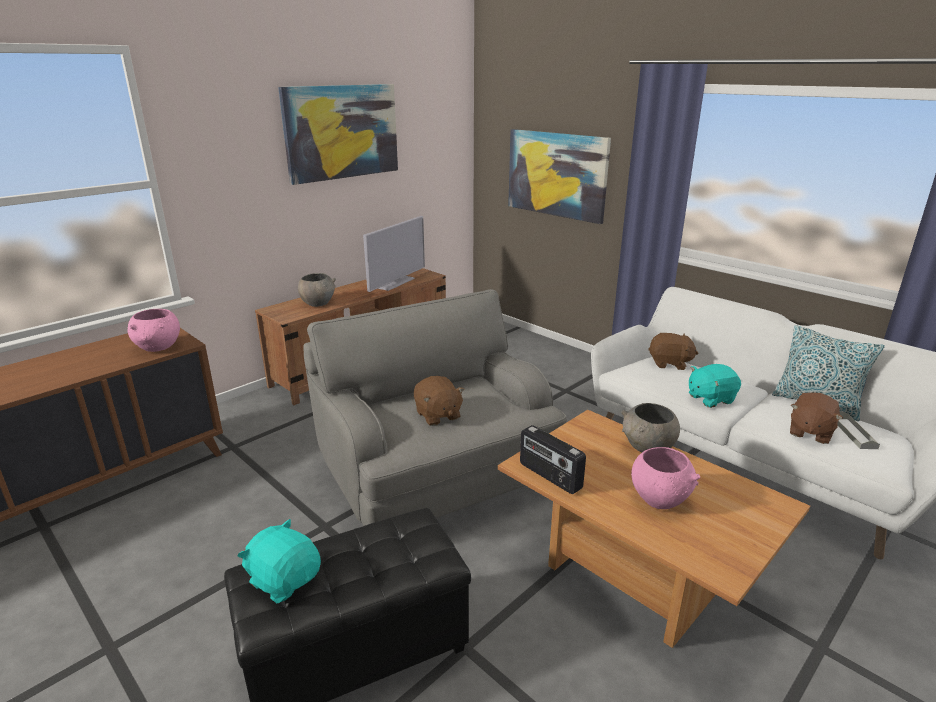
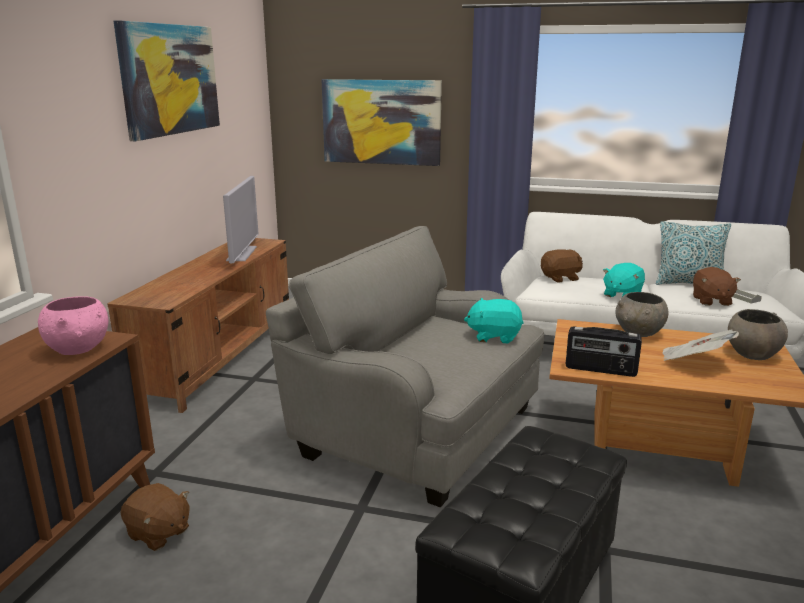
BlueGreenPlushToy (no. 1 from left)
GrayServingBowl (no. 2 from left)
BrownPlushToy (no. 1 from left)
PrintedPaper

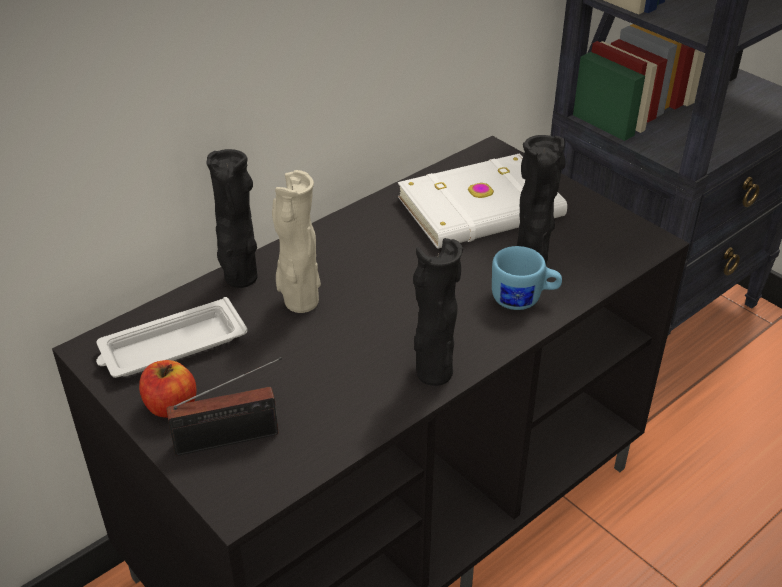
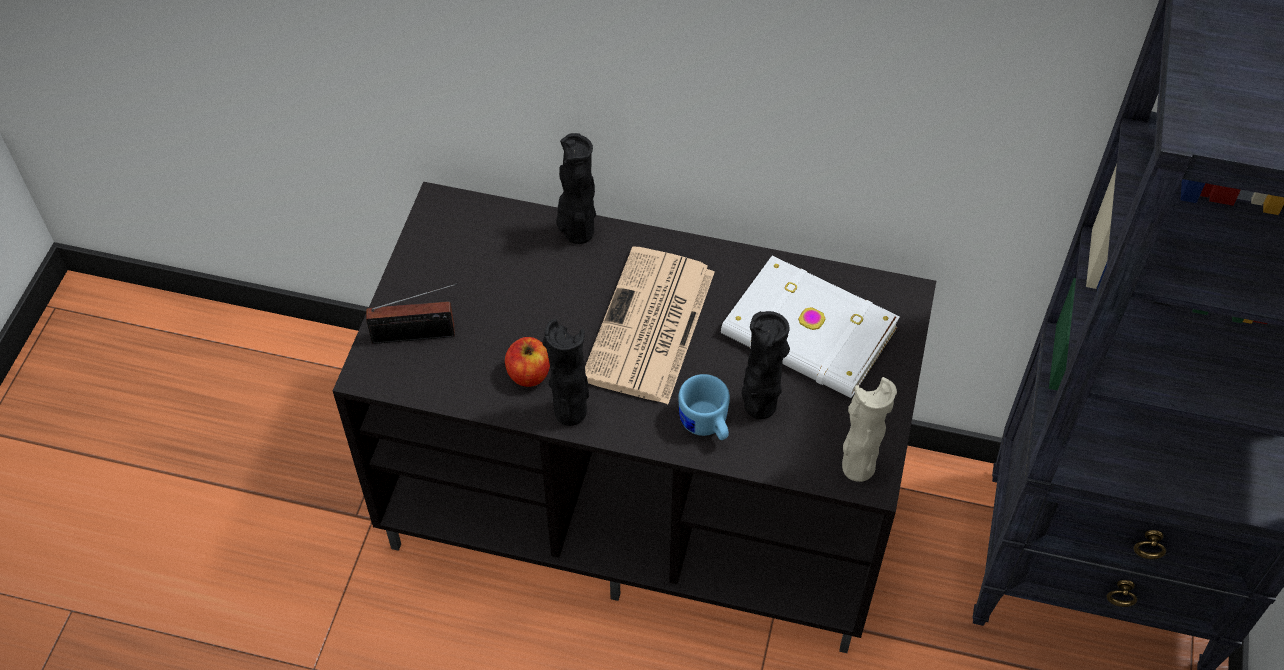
WhiteColouredCarryingTray
WholeApple
RadioReceiver
BeigeColouredVase
PrintedPaper

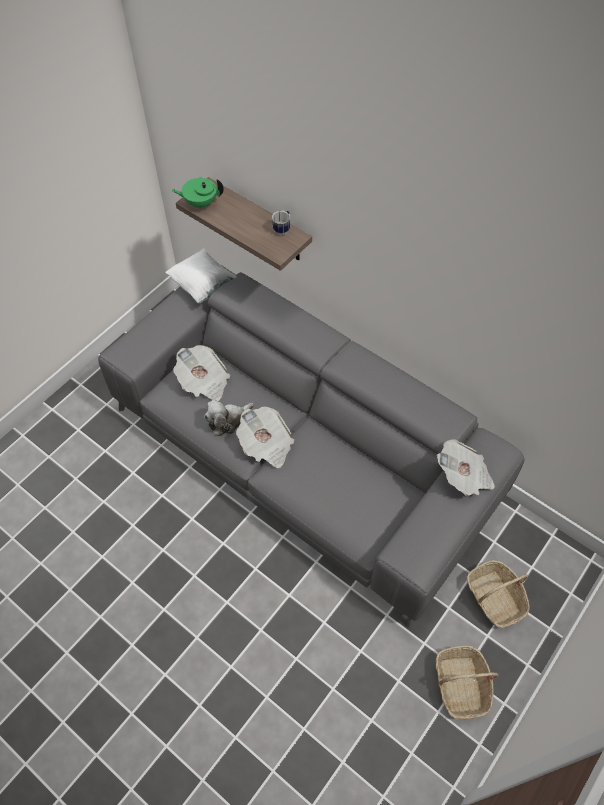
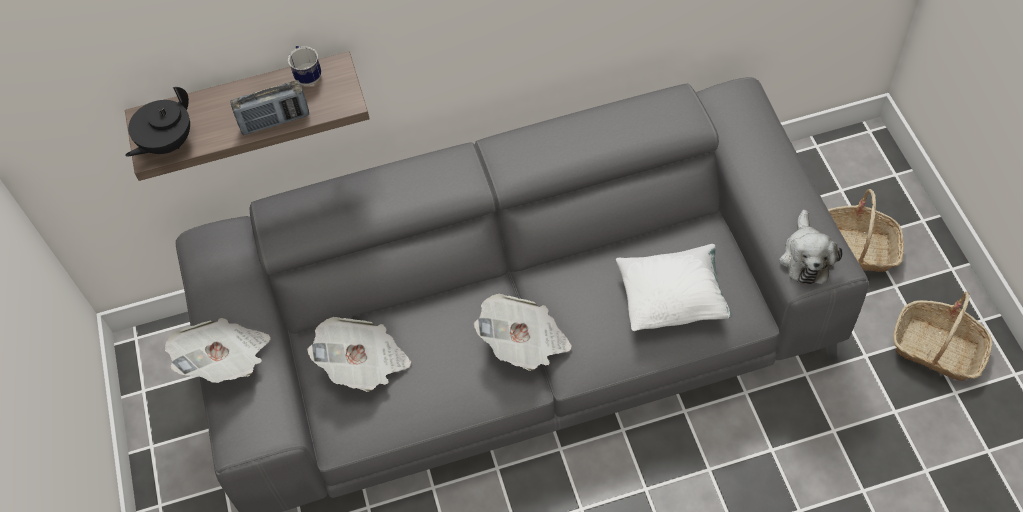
WhiteColouredCushion
BlackColouredTeaPot
PlushToy
PrintedPaper (no. 1 from left)
RadioReceiver

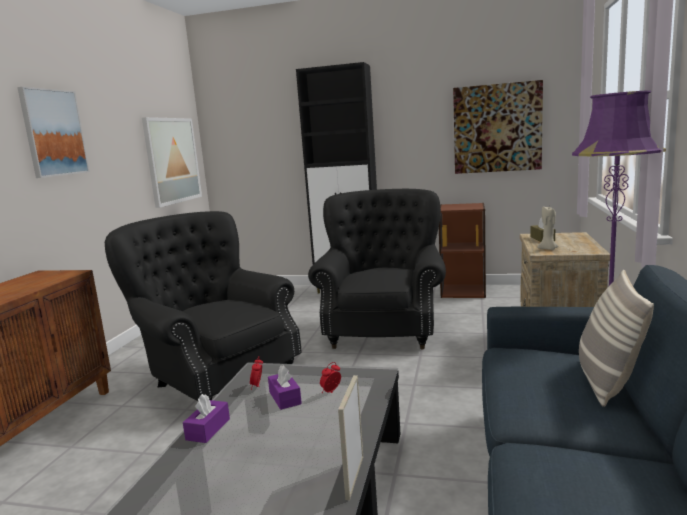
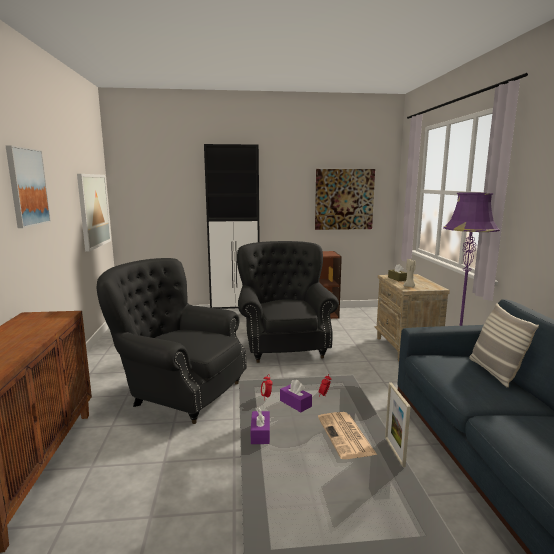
PrintedPaper

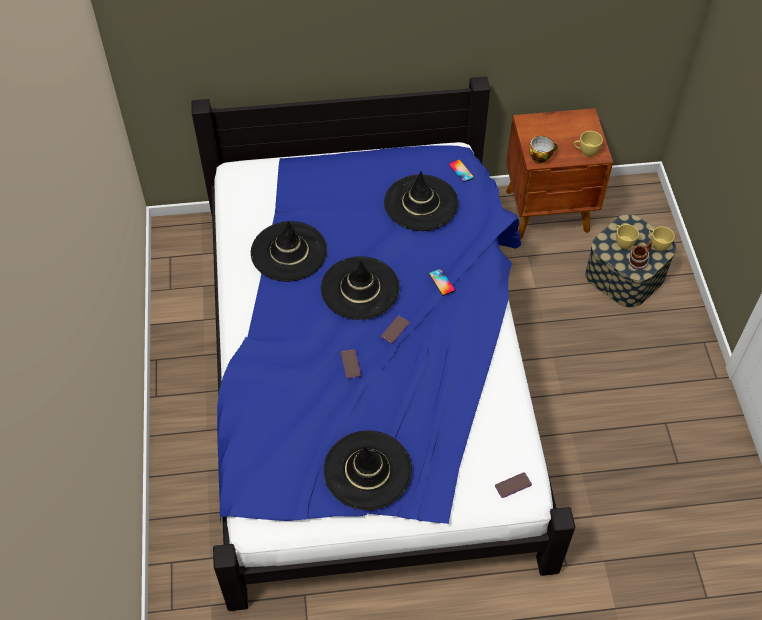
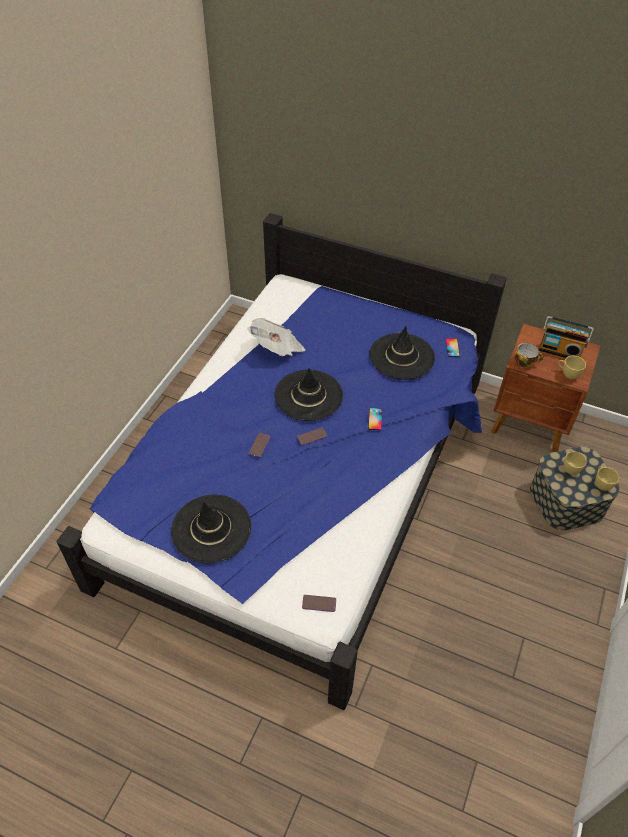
PrintedPaper
TeaMug
RadioReceiver

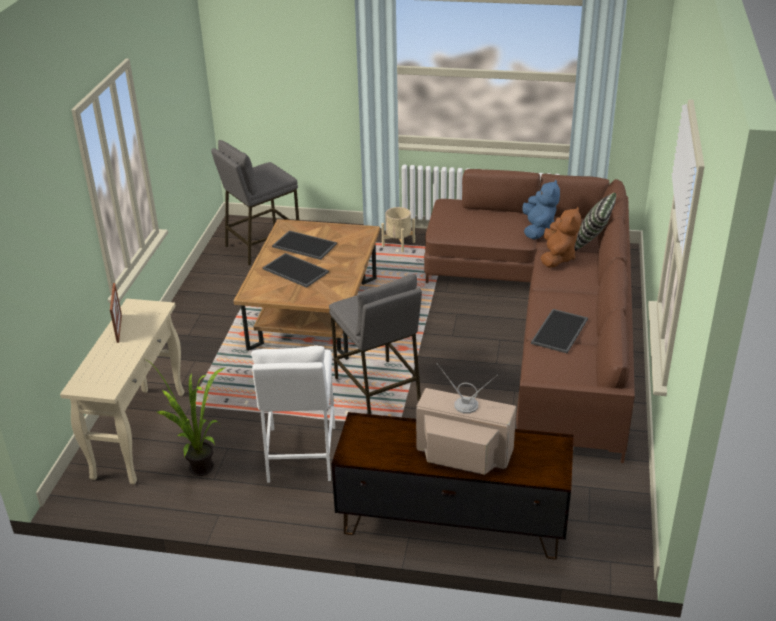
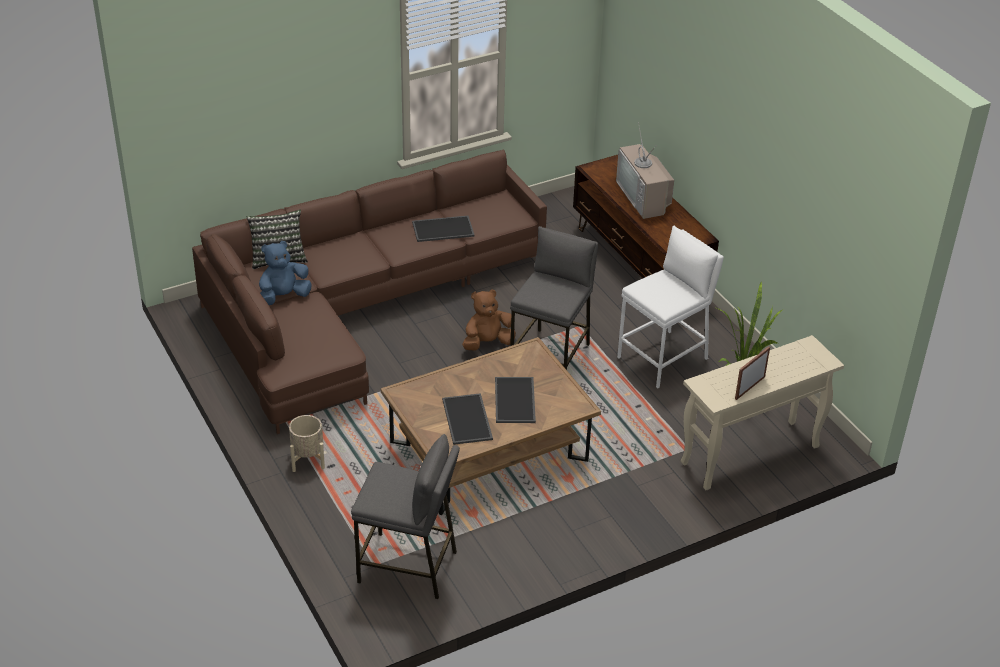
BrownPlushToy

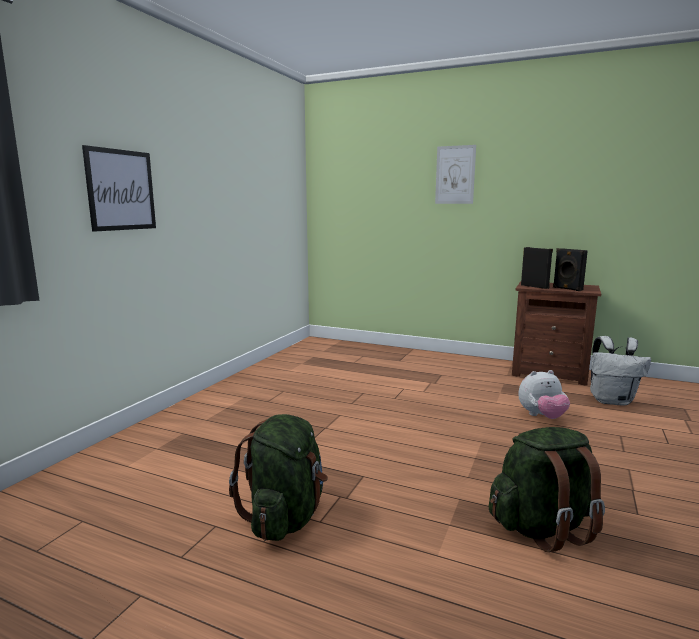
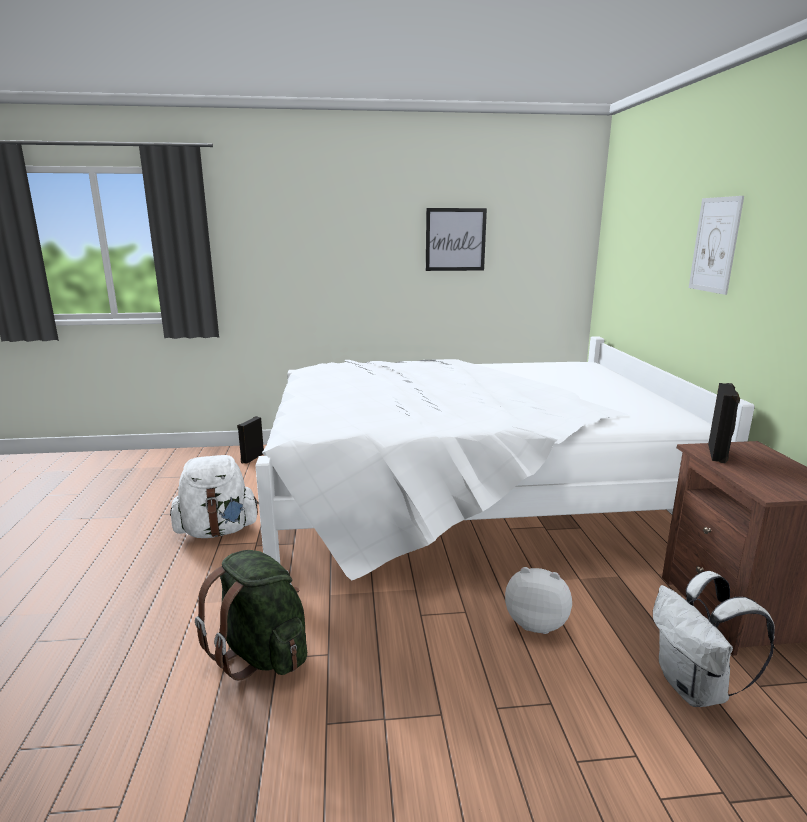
WallArt (no. 1 from left)
WhiteColouredBackpack (no. 1 from left)
PlushToy
BlackColouredAudioSpeaker (no. 1 from left)
WhiteColouredBed

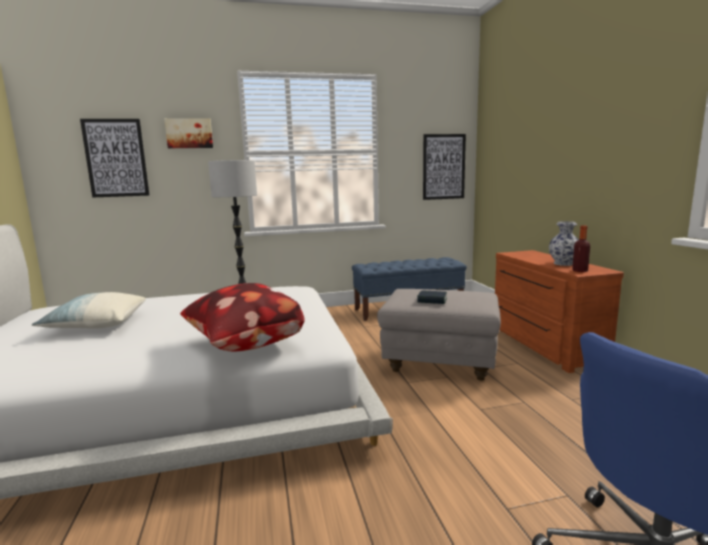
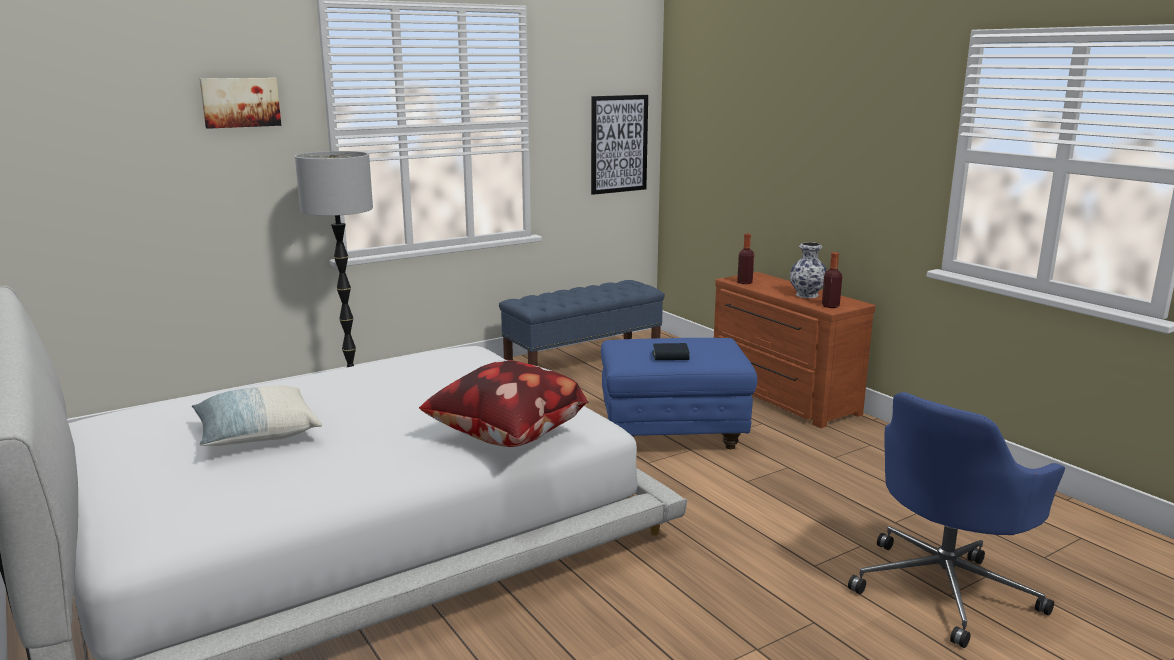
WallArt (no. 1 from left in the first image)
BluePouffe
BeverageBottle (no. 1 from left)

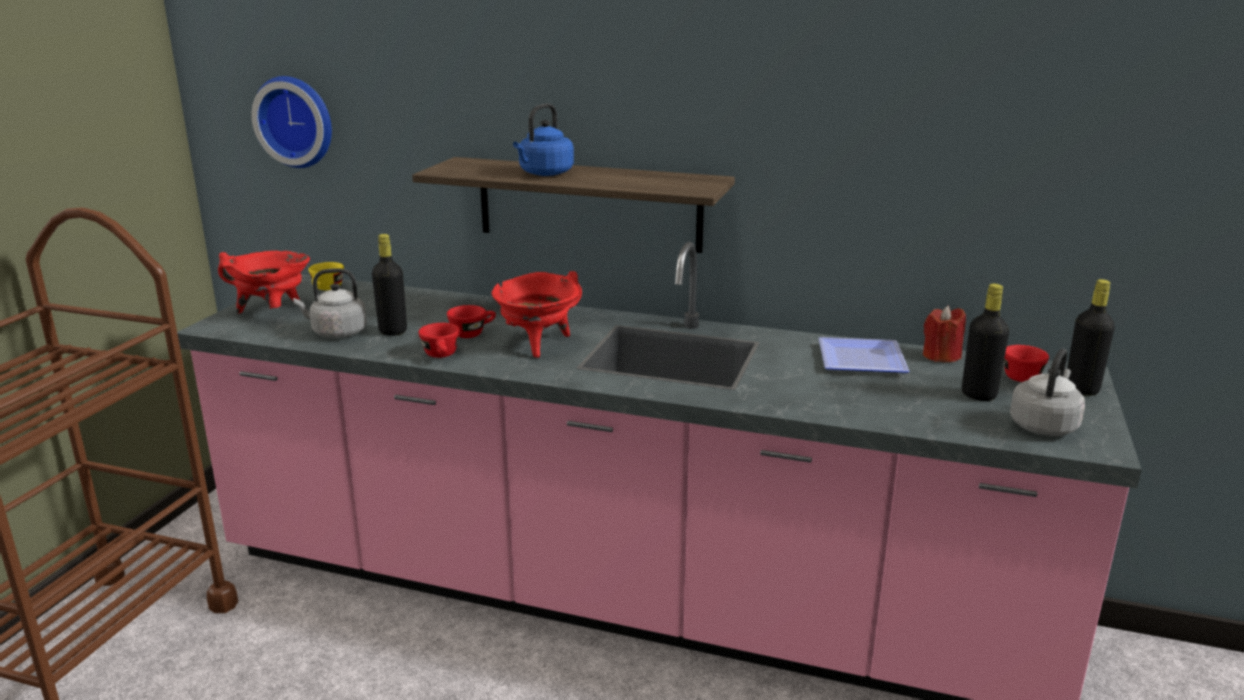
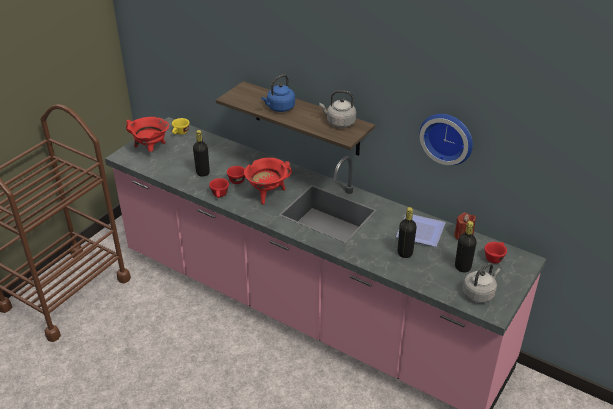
HangingClock
GrayTeaKettle (no. 1 from left)
BlackColouredBeverageBottle (no. 2 from left)

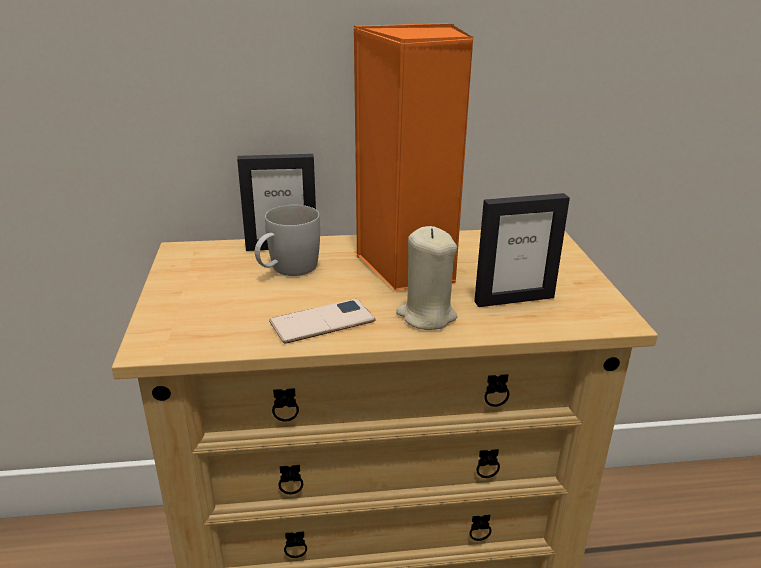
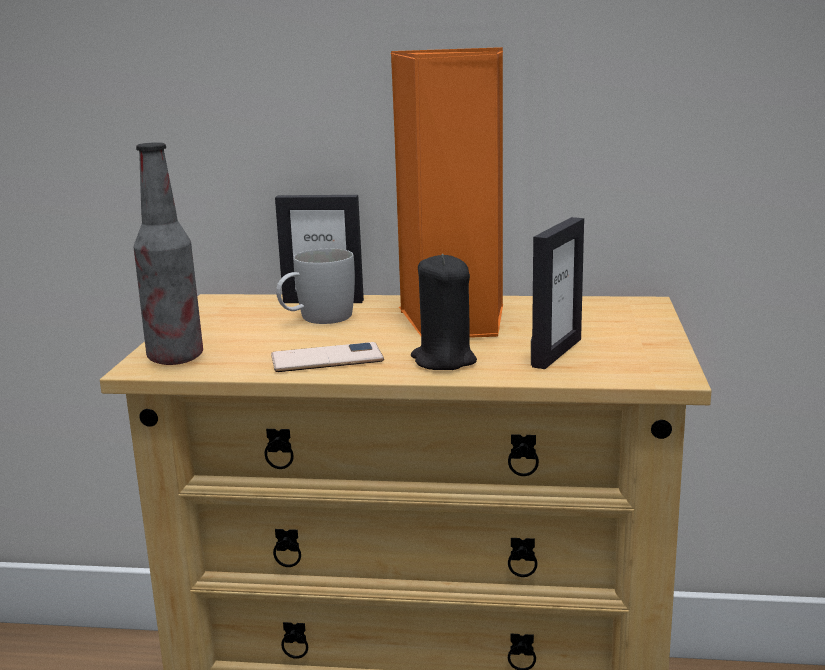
BlackColouredWaxLight
PhotoFrame (no. 2 from left)
BeverageBottle

